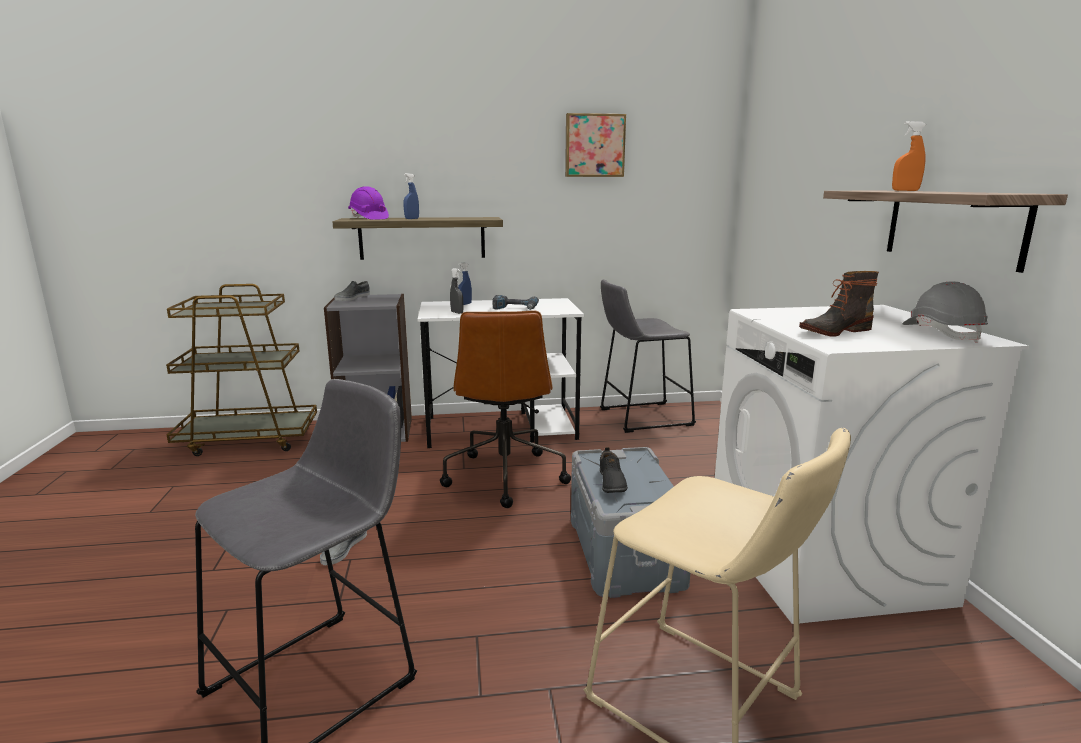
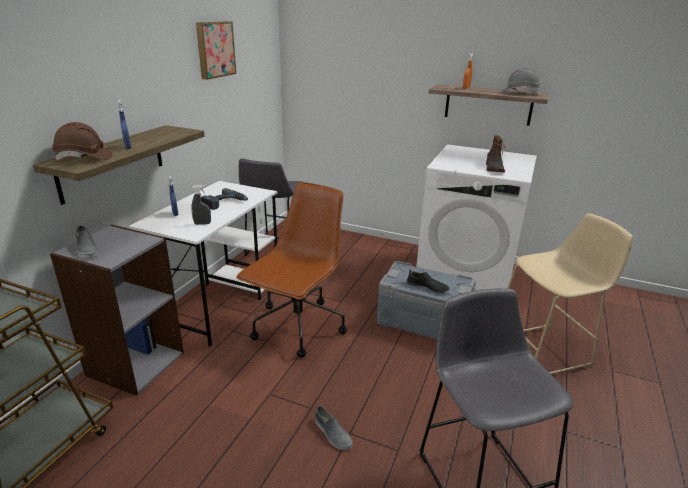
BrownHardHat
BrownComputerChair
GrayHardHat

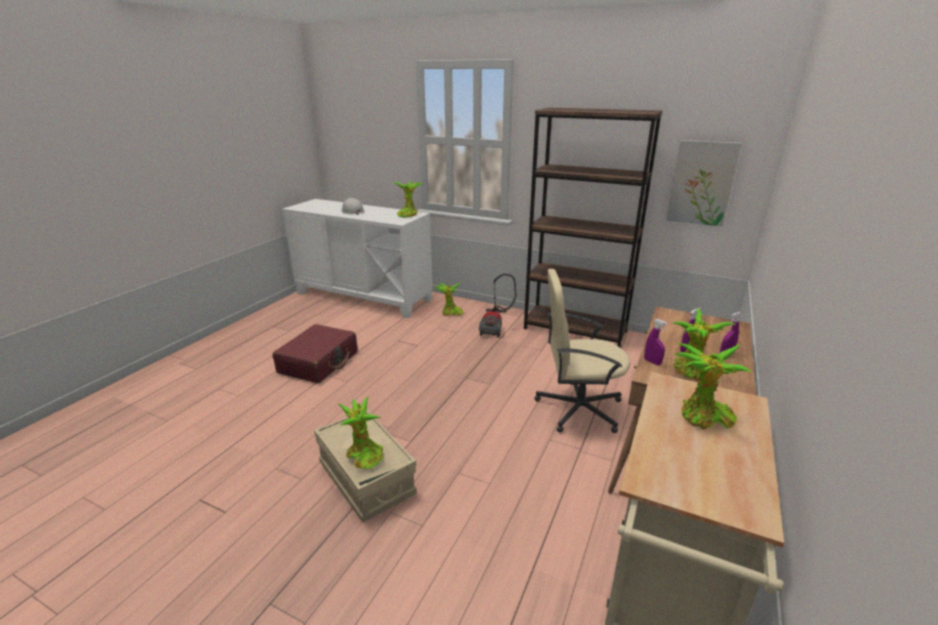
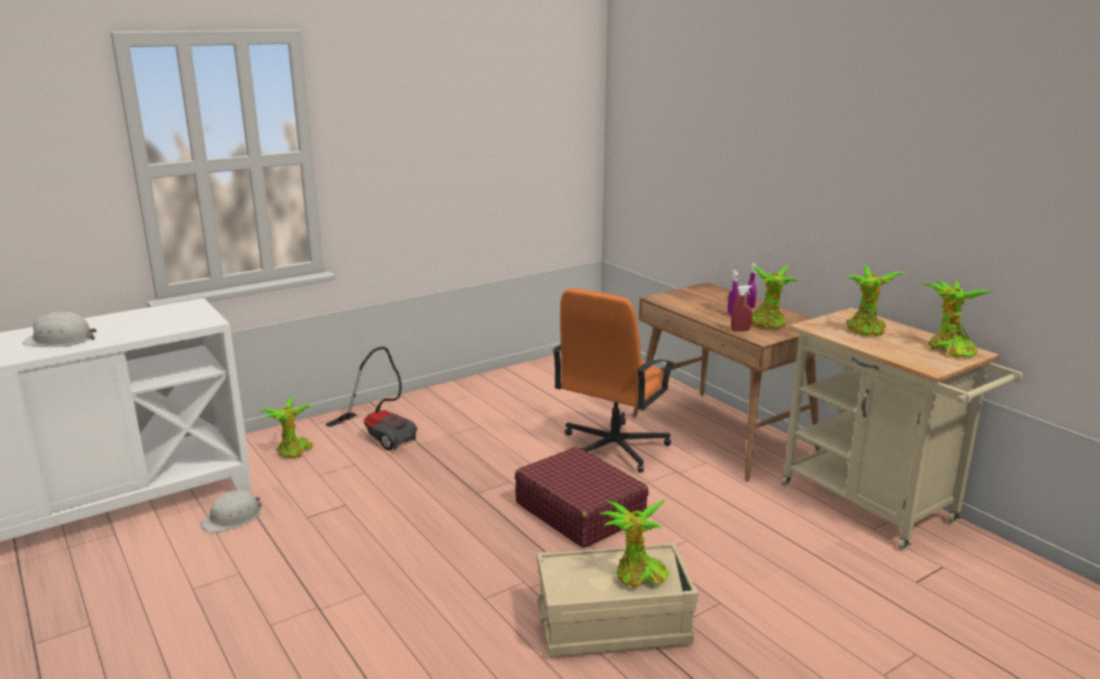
RedTravelCase
PottedPlant (no. 5 from left)
BrownShelvingUnit
OrangeColouredComputerChair
RedHandSprayer
WallArt
WhiteColouredHardHat (no. 2 from left)

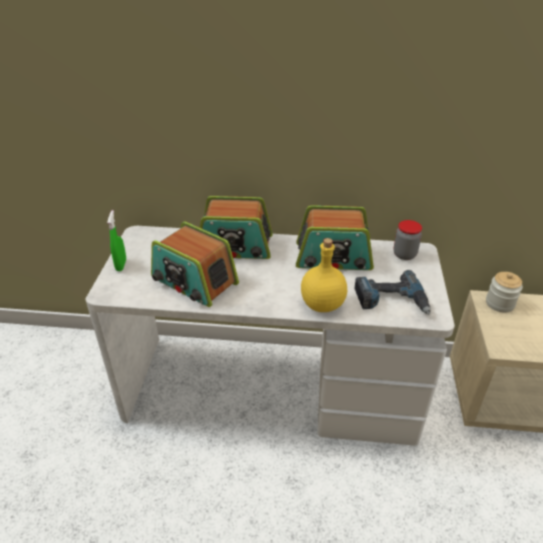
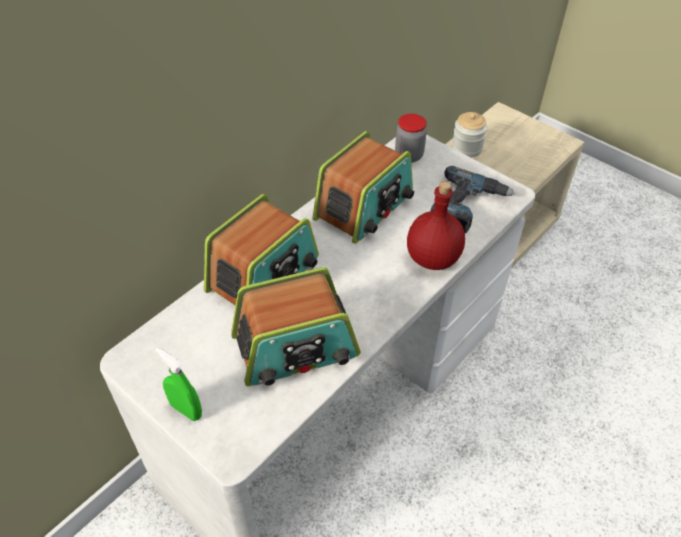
RedBeverageBottle

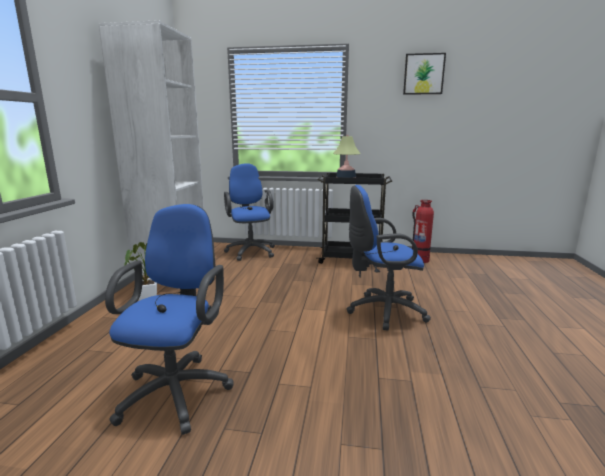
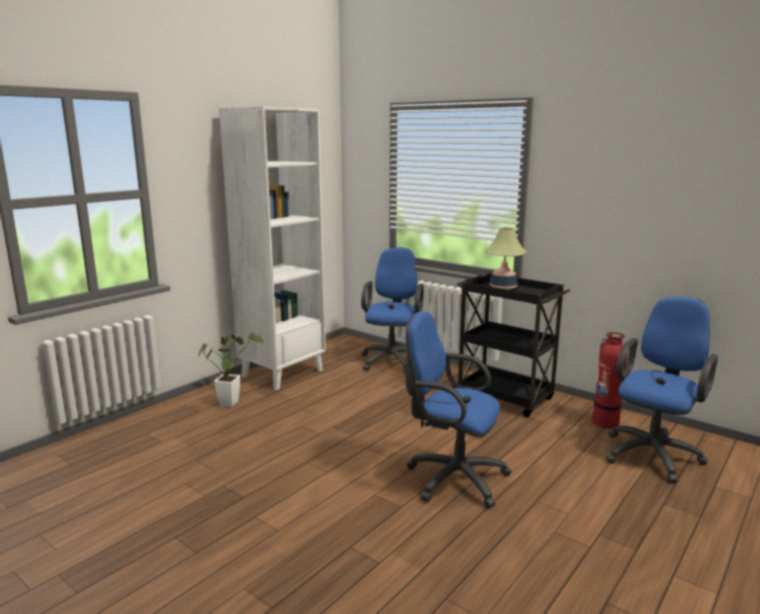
BlueComputerChair (no. 3 from left)
WallArt

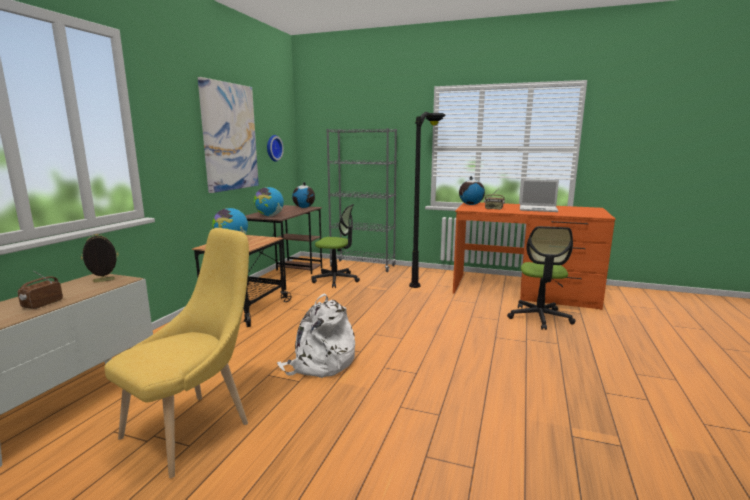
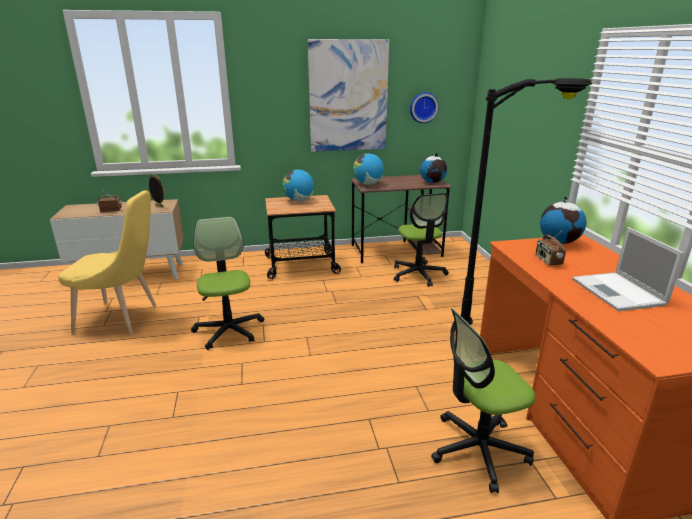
ComputerChair (no. 1 from left)
GrayShelvingUnit

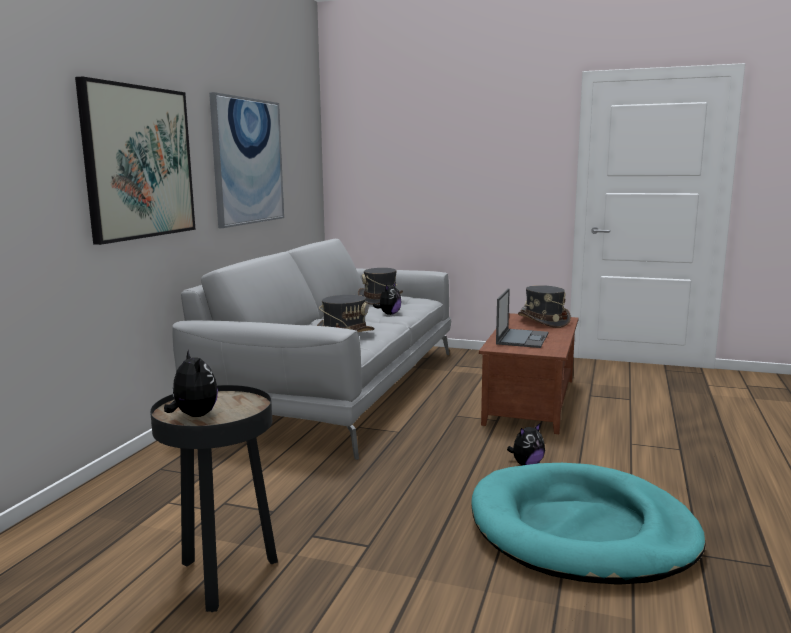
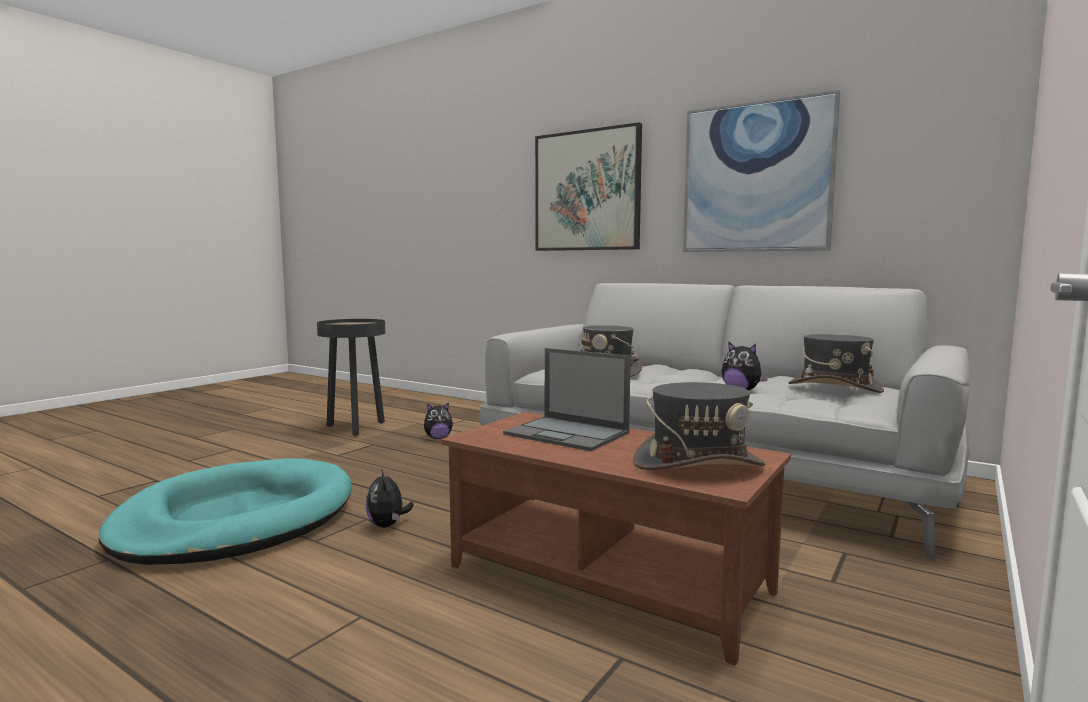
PlushToy (no. 2 from left)

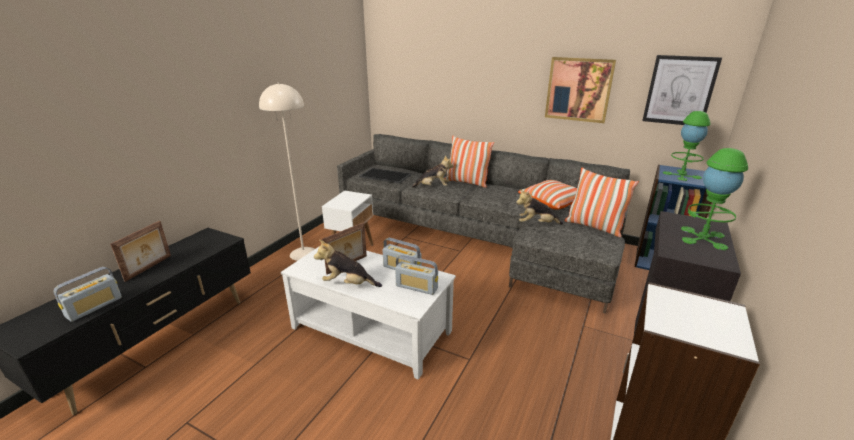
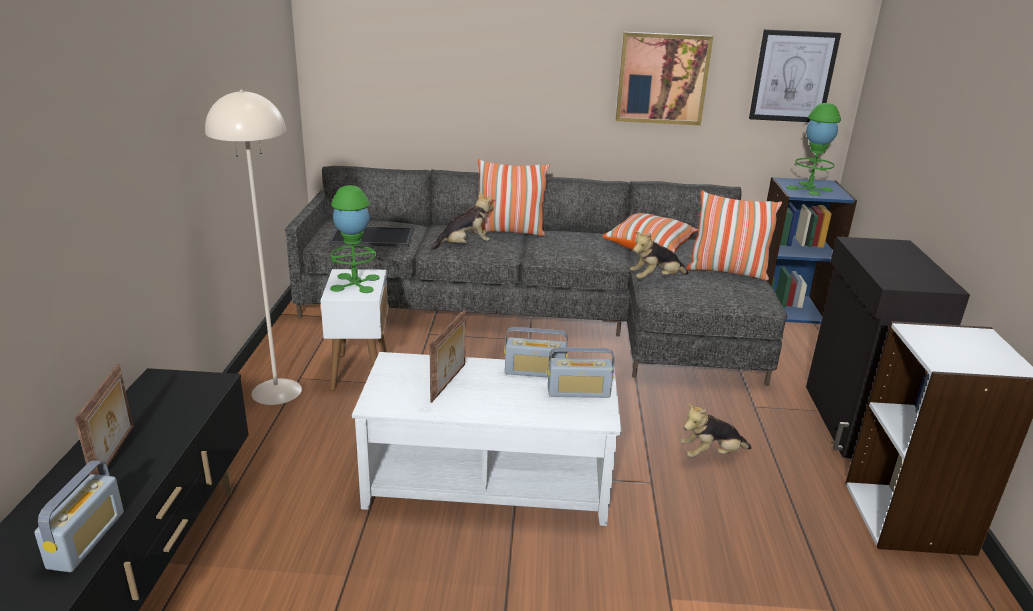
PlushToy (no. 3 from left)
GreenColouredTabletopLamp (no. 1 from left)

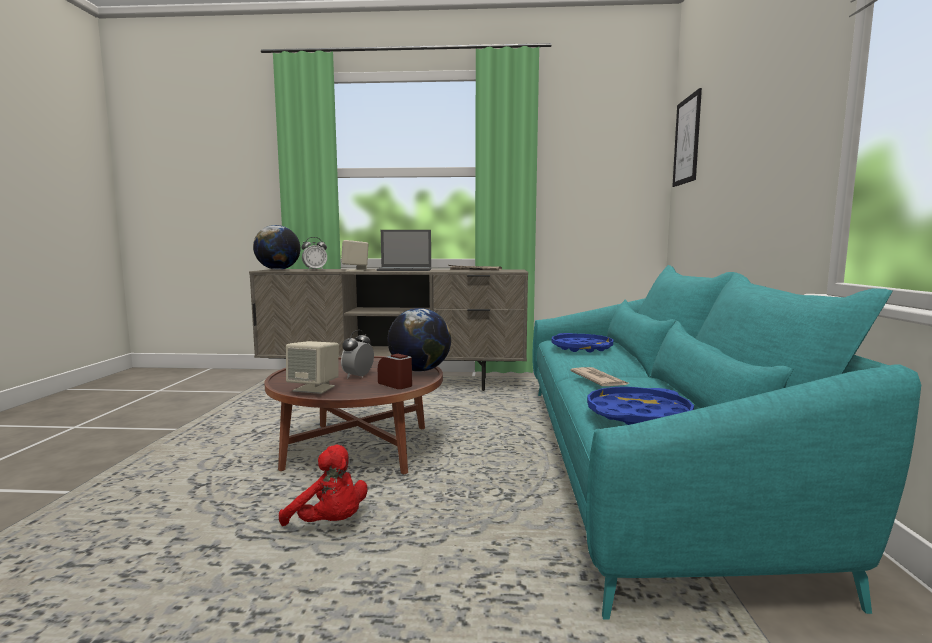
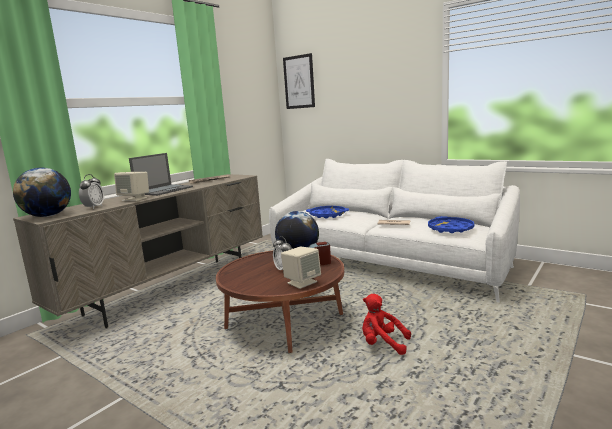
RedPlushToy
WhiteColouredSofa

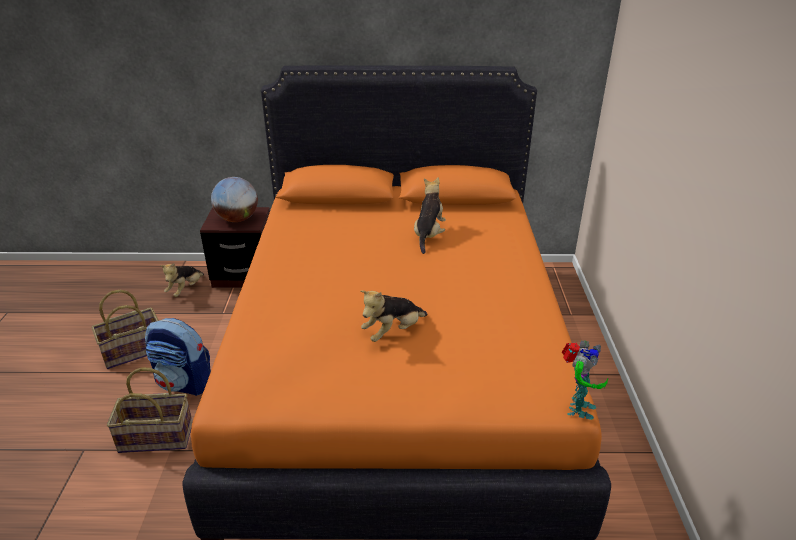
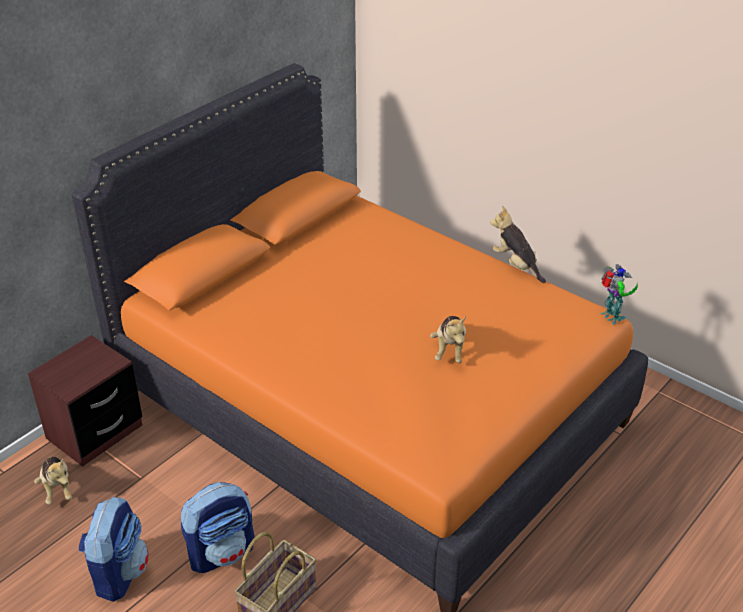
Backpack (no. 1 from left)
Globe
PlushToy (no. 3 from left)

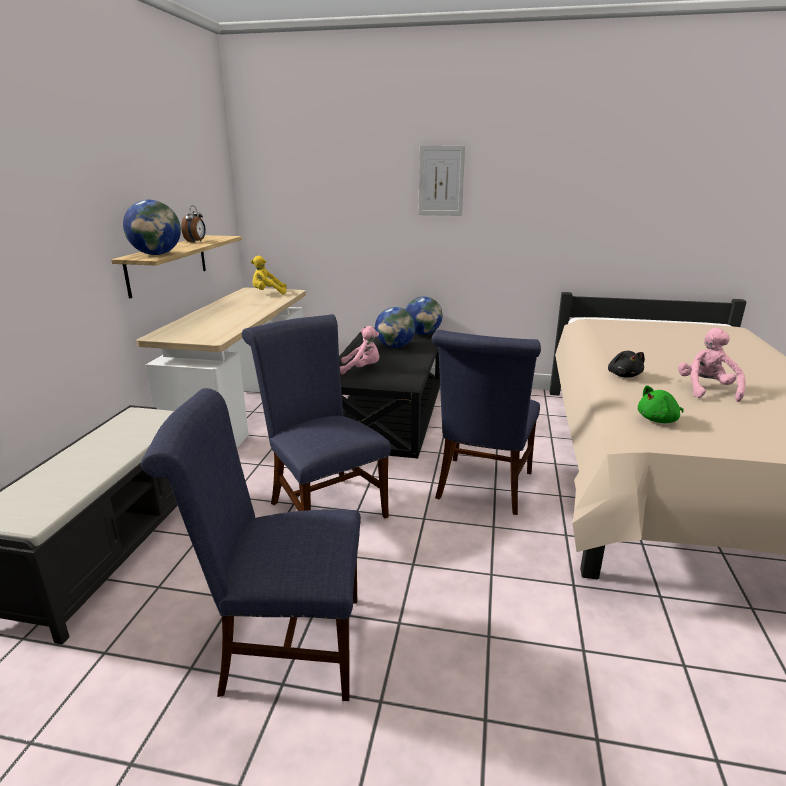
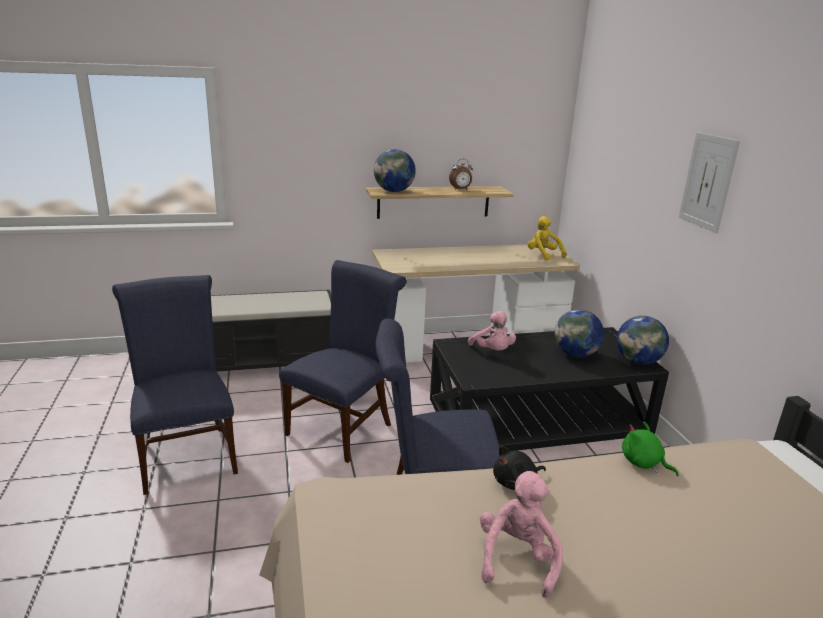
GreenColouredPlushToy
PinkishPlushToy (no. 2 from left)

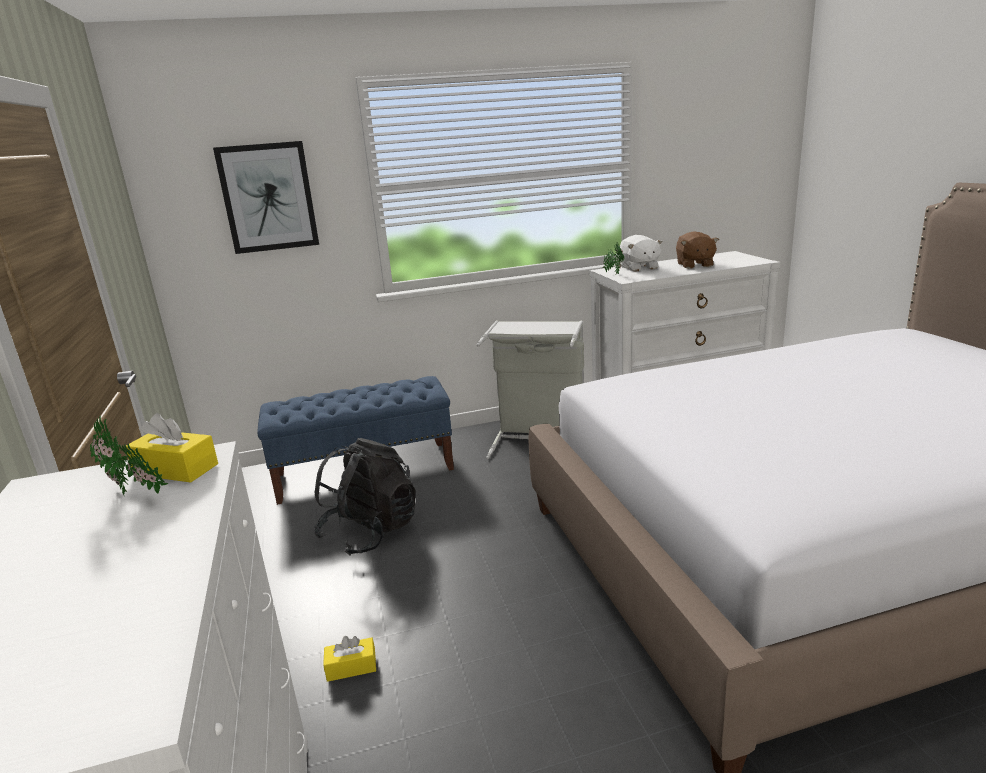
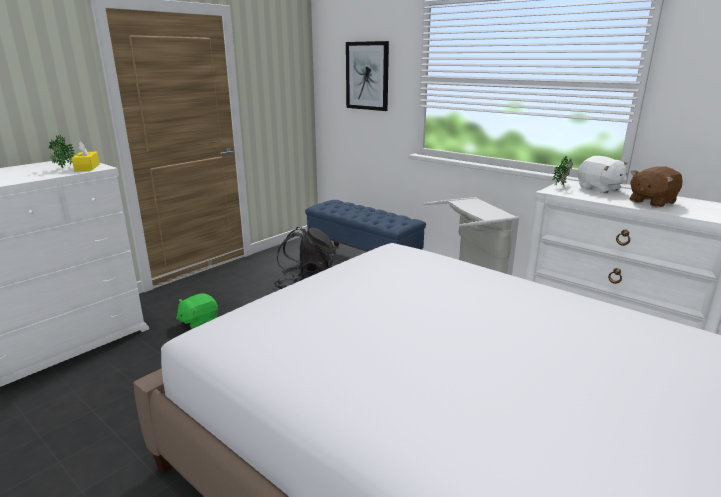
GreenColouredPlushToy
WhiteColouredPlushToy

